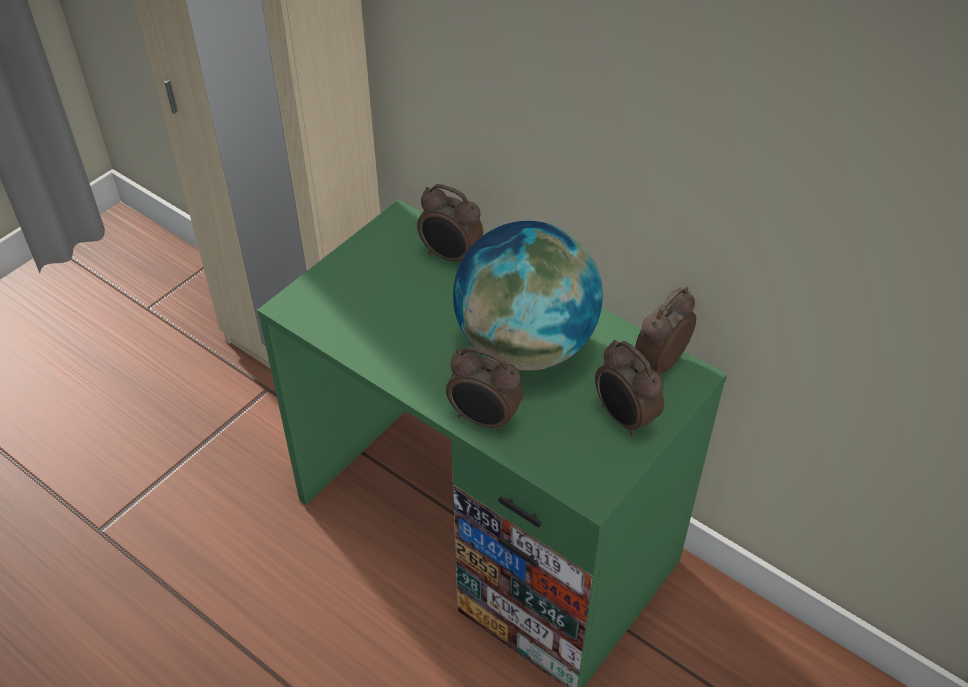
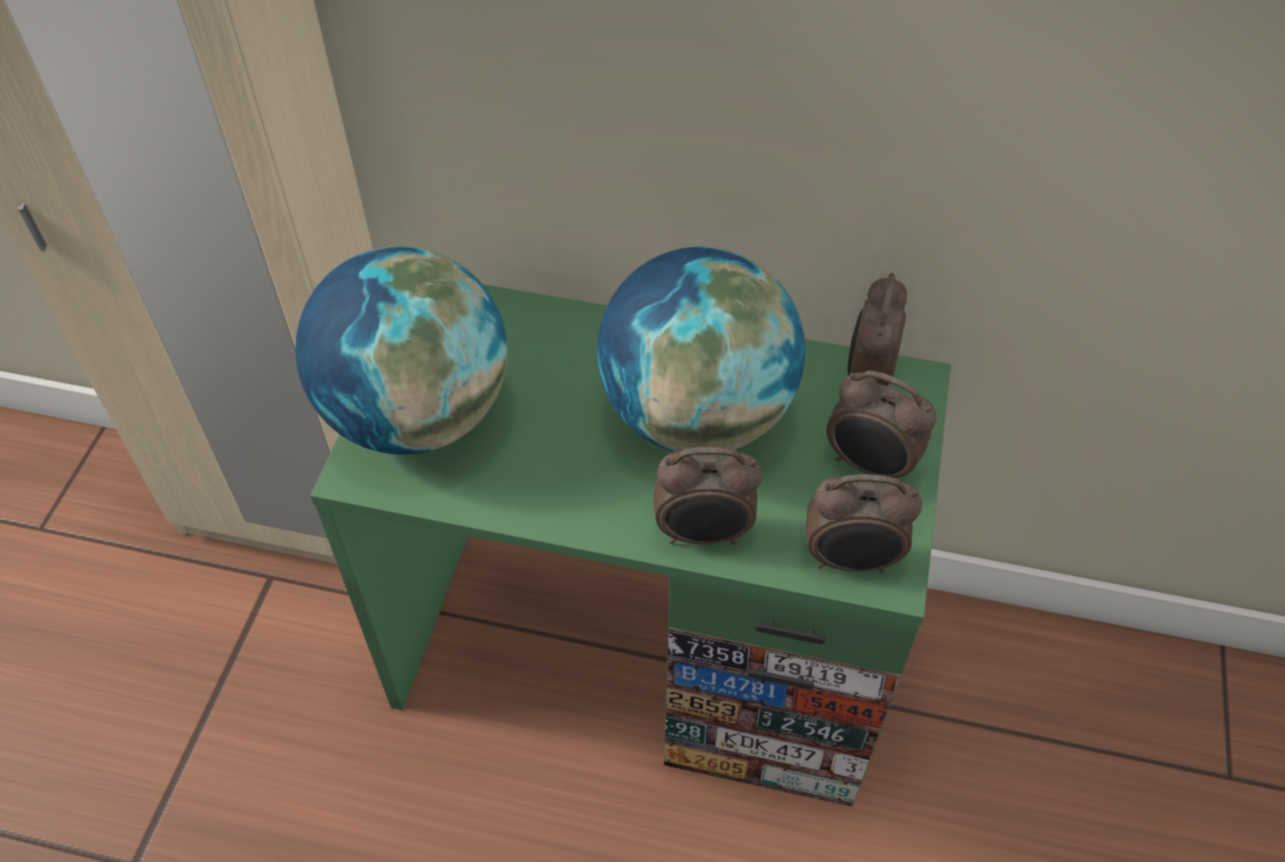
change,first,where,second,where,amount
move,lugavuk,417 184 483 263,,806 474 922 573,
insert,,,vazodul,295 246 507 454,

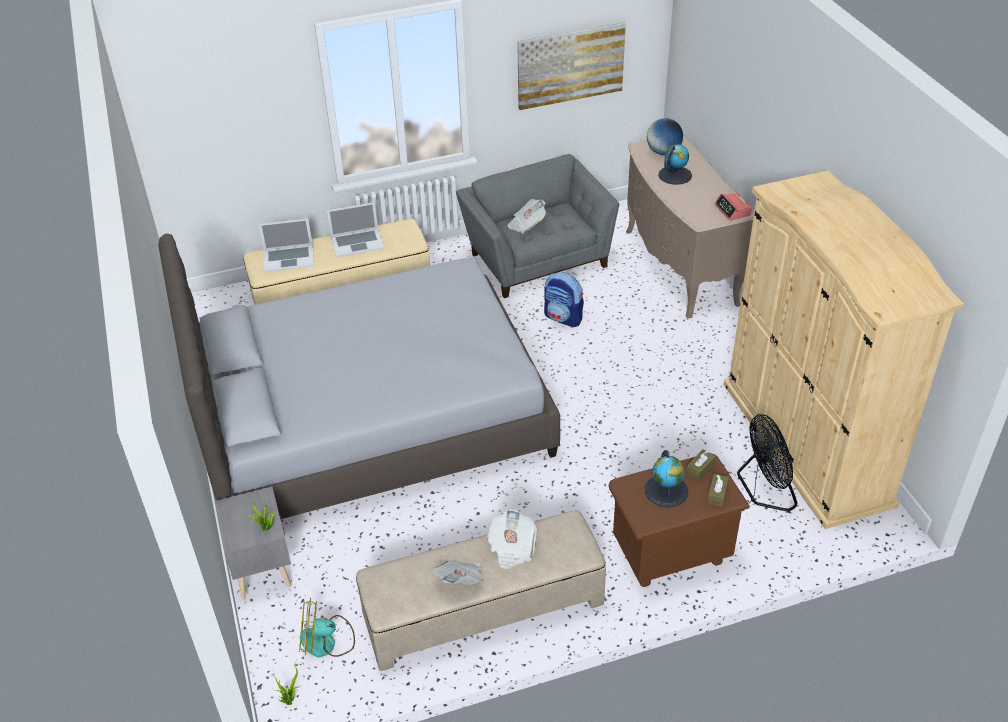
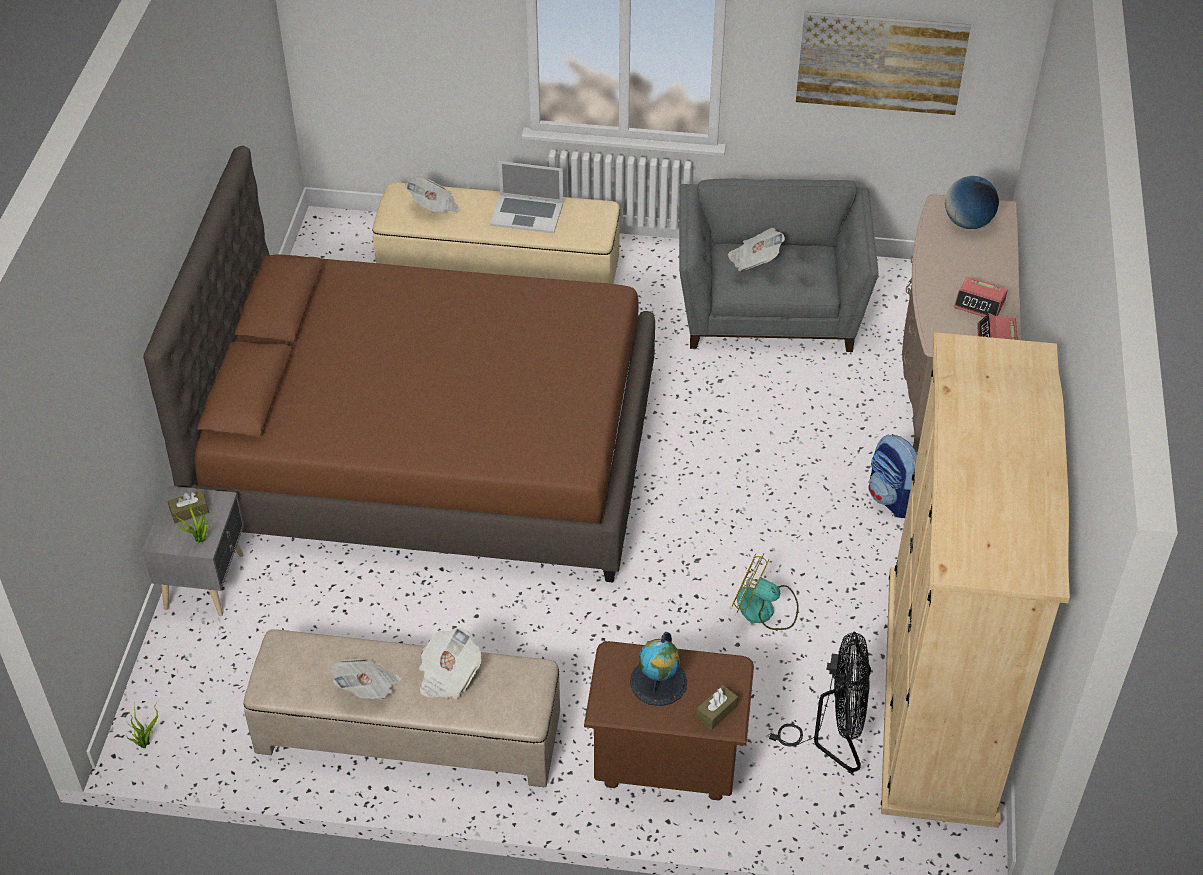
change,first,where,second,where,amount
recolor,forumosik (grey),158 234 560 519,forumosik (brown),143 146 655 583,
replace,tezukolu,259 219 314 272,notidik,405 177 460 214,
move,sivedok,299 598 355 658,,732 554 799 630,
move,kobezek,544 272 584 327,,868 435 917 518,
delete,vazodul,658 144 692 185,,,
move,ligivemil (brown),686 449 716 481,,168 490 209 523,
insert,,,lugavuk,954 277 1008 317,

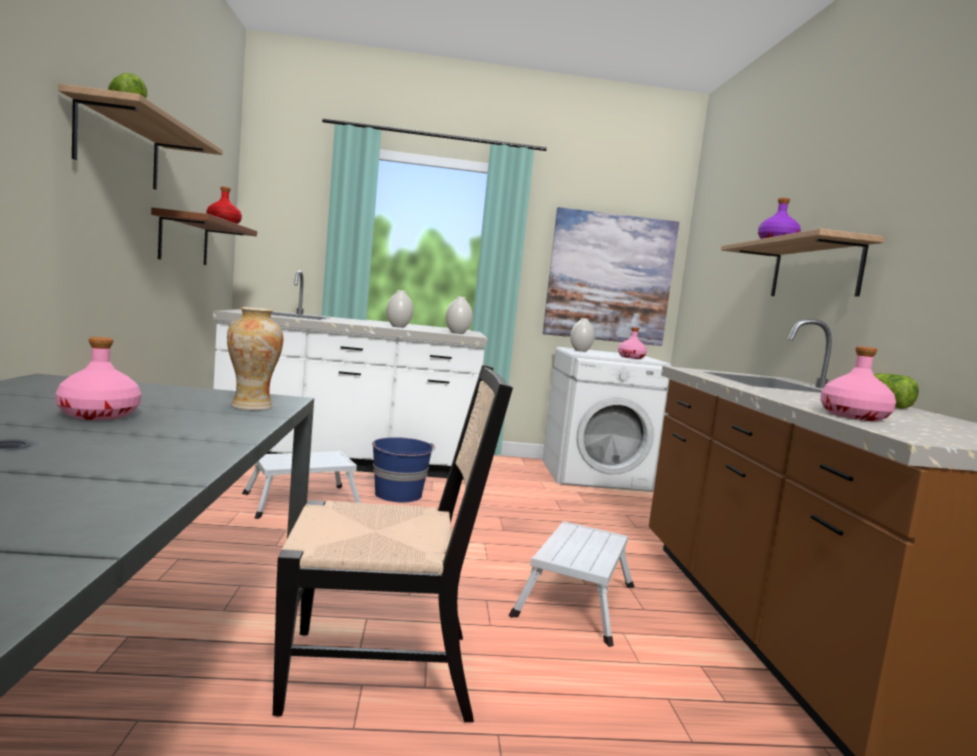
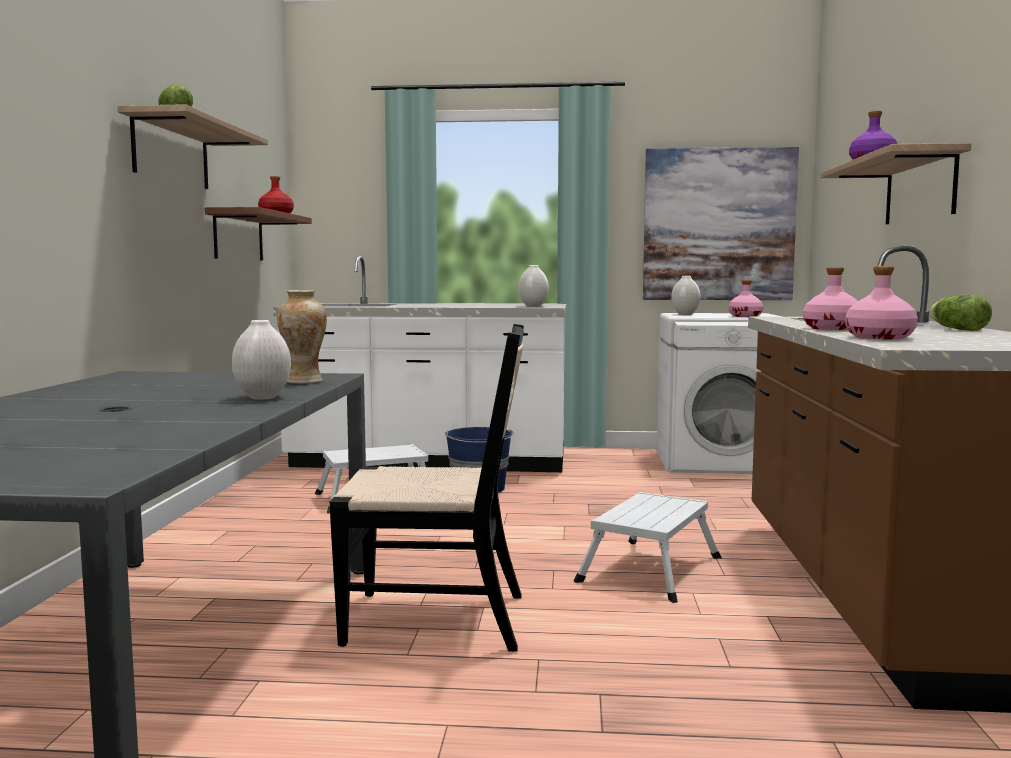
change,first,where,second,where,amount
move,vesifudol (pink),56 337 141 420,,803 267 858 330,
move,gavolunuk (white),386 290 413 328,,232 320 291 399,

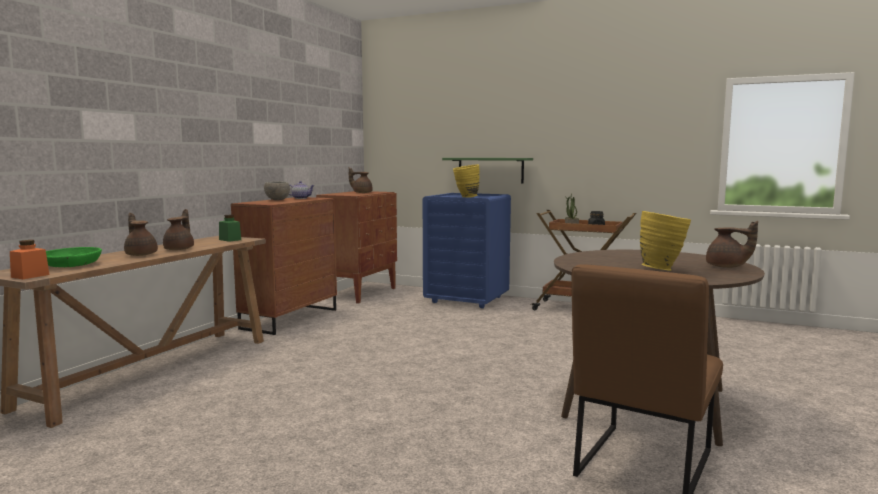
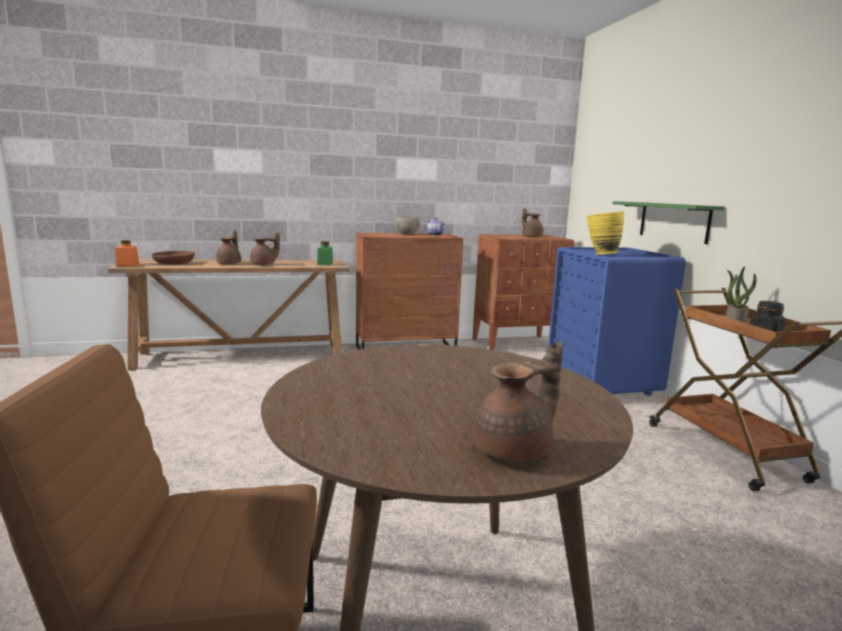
change,first,where,second,where,amount
recolor,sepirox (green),46 247 102 267,sepirox (brown),152 251 195 264,
delete,gavolunuk (yellow),640 211 691 271,,,
rotate,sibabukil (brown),706 221 758 268,,474 341 563 461,120 degrees counterclockwise

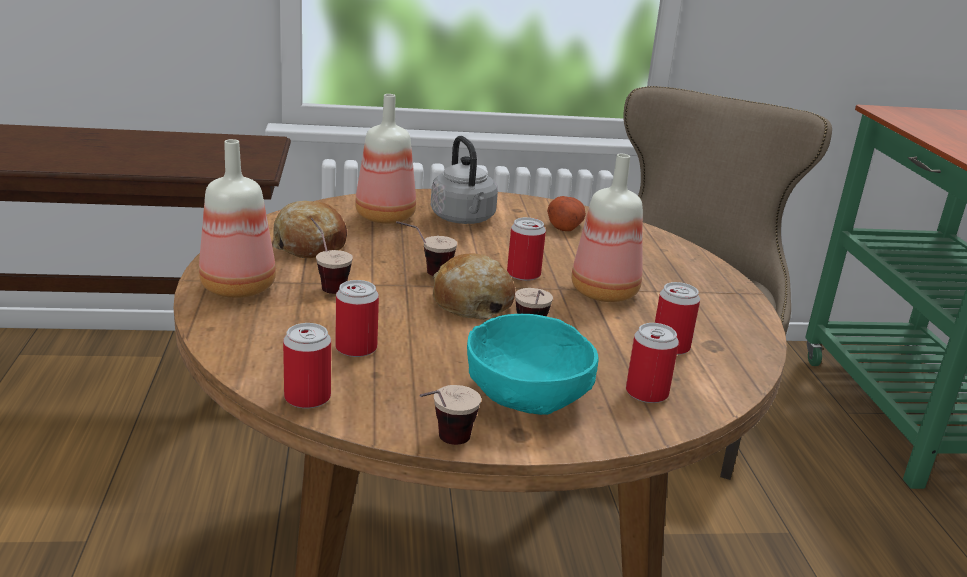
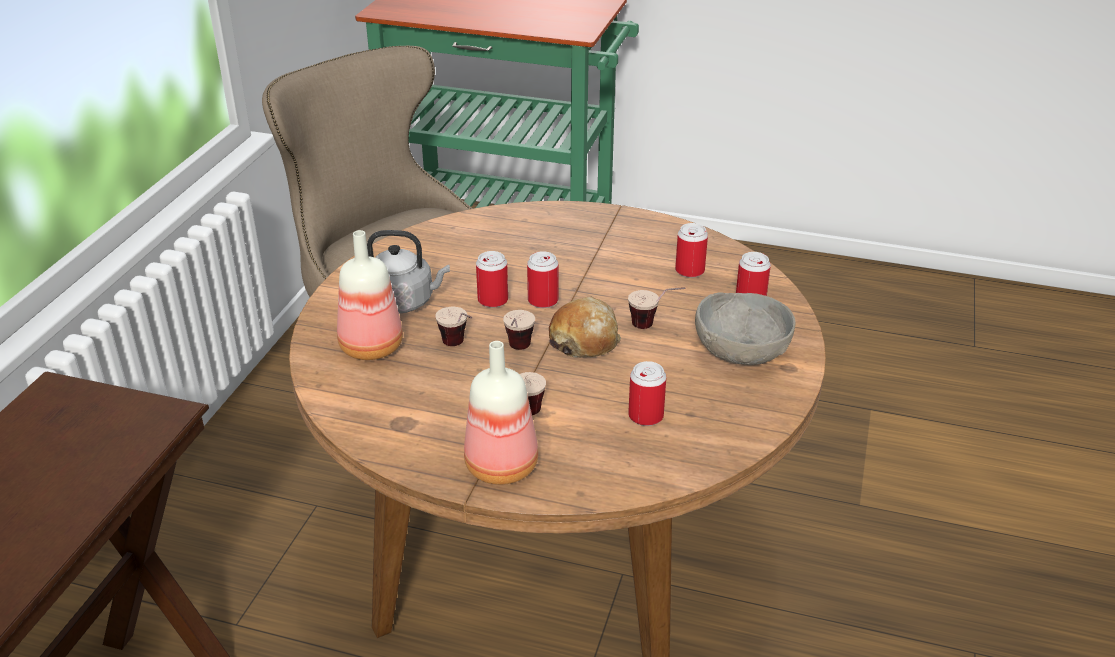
change,first,where,second,where,amount
delete,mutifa,273 201 347 258,,,
move,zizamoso,283 323 331 408,,476 251 508 308,
move,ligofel,420 385 481 445,,435 307 472 346,
recolor,sepirox (turquoise),467 314 599 415,sepirox (grey),695 292 795 365,
delete,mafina,547 196 586 231,,,
delete,vesifudol,571 154 643 302,,,

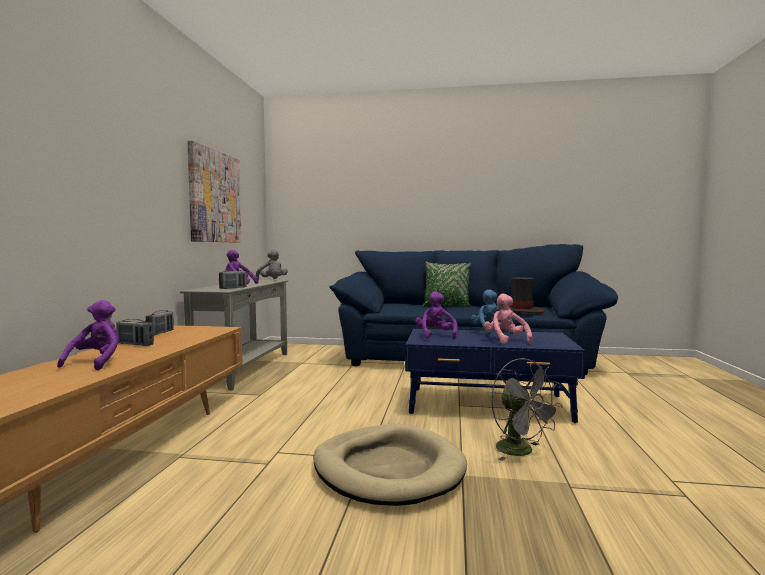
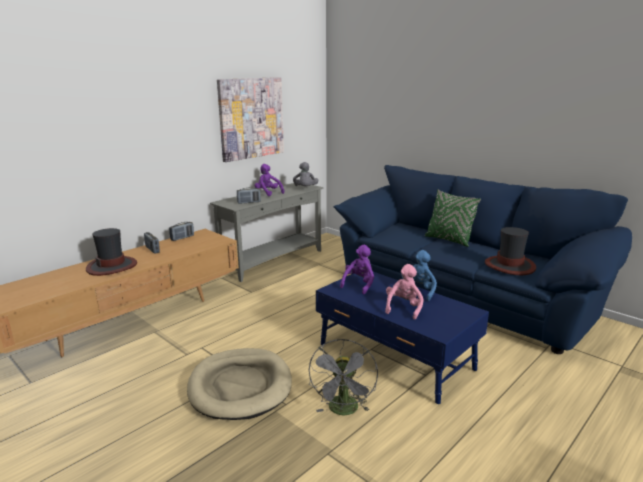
change,first,where,second,where,amount
replace,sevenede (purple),57 300 119 370,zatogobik,86 228 137 276,

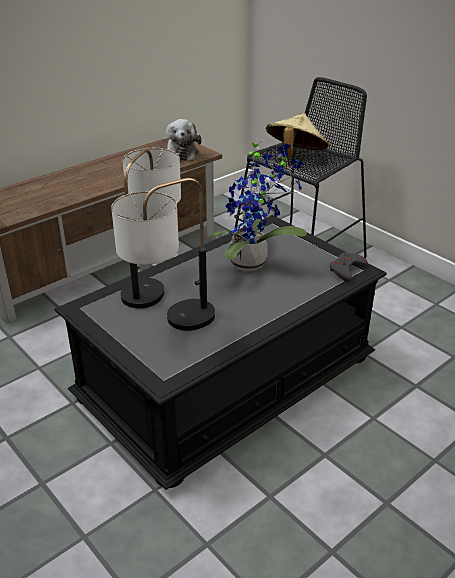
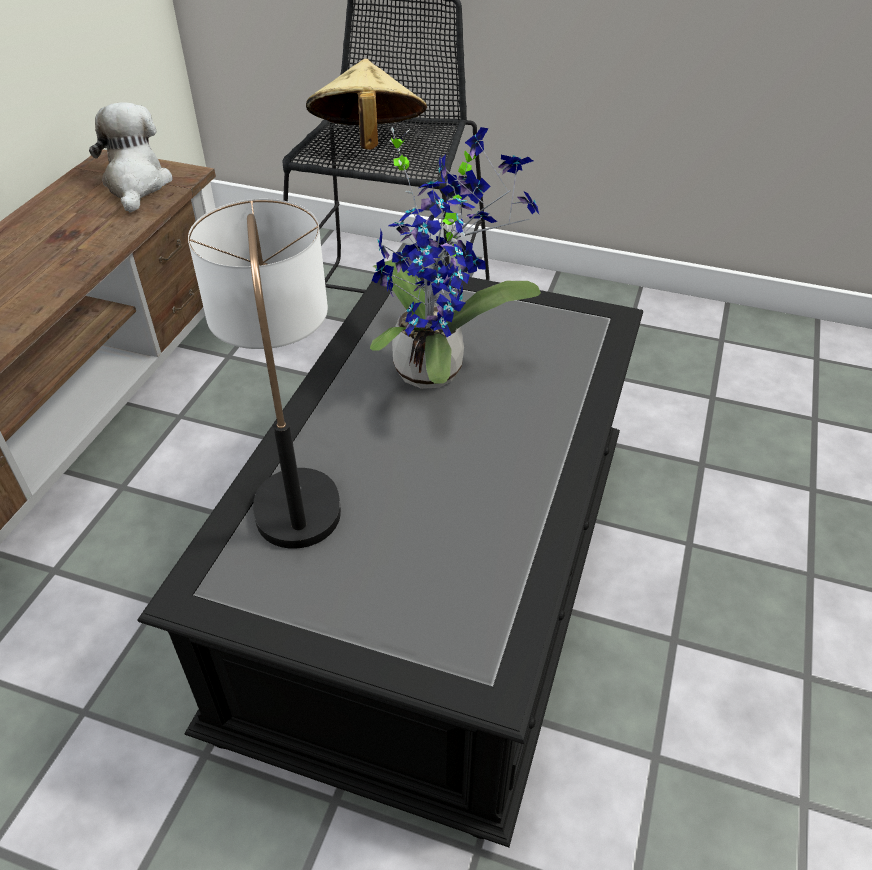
change,first,where,second,where,amount
delete,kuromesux,111 178 215 331,,,
rotate,sevenede,166 119 202 161,,89 102 173 213,150 degrees counterclockwise
delete,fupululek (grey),330 253 368 282,,,

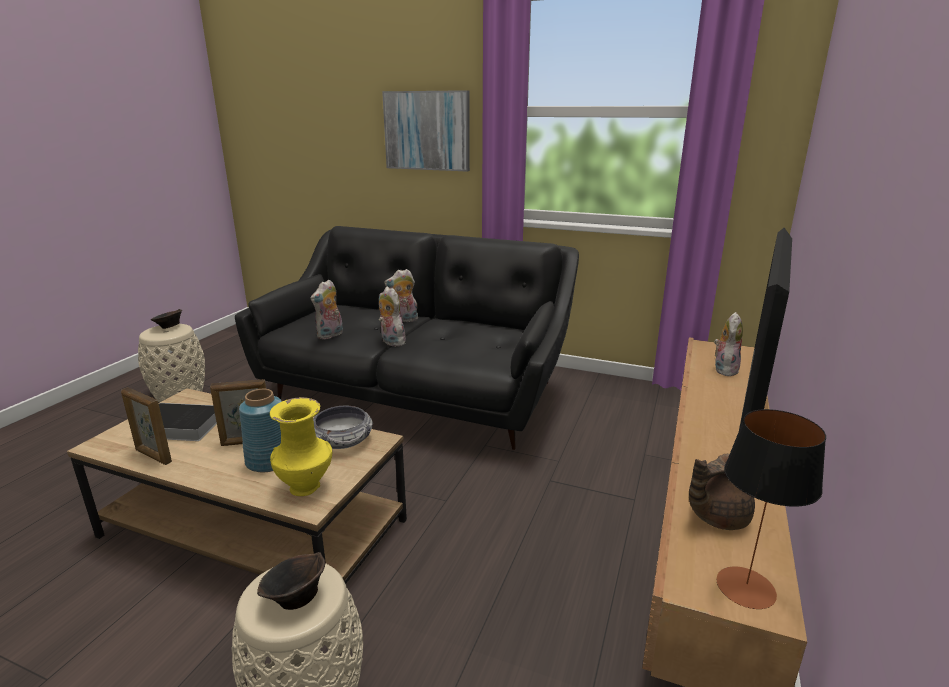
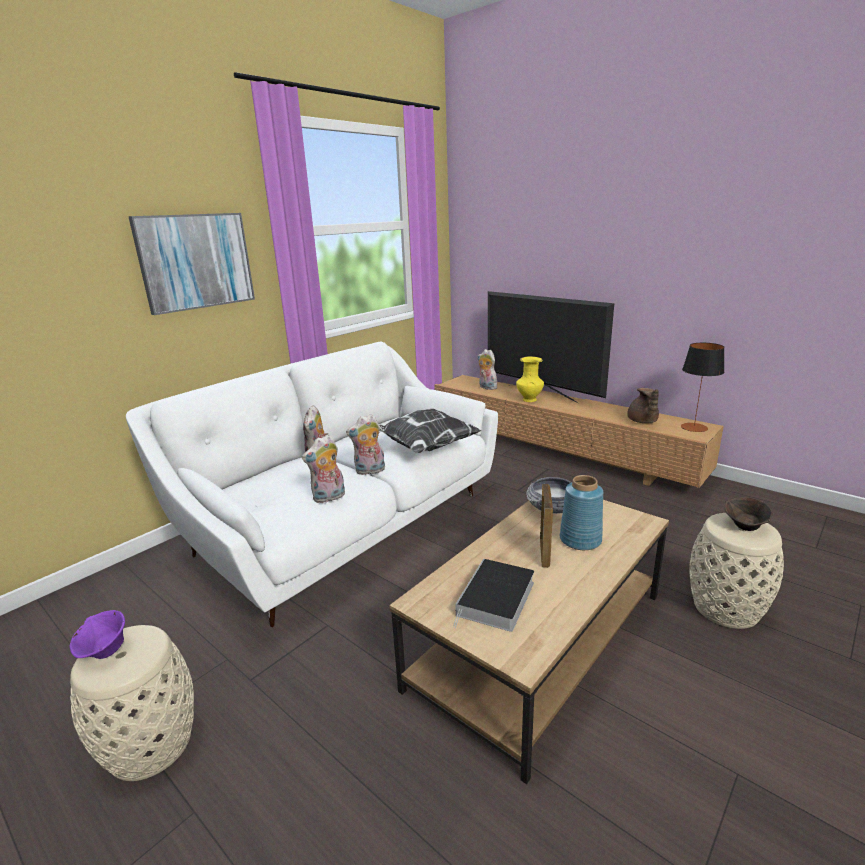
change,first,where,second,where,amount
delete,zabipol,121 387 172 465,,,
recolor,sepirox (brown),151 309 182 329,sepirox (purple),69 610 125 659,
recolor,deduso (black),235 226 579 450,deduso (white),126 342 498 627,
move,gavolunuk (yellow),270 397 332 496,,516 356 544 402,
rotate,sevenede,310 279 343 339,,302 435 345 503,90 degrees clockwise
insert,,,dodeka,379 409 482 453,

